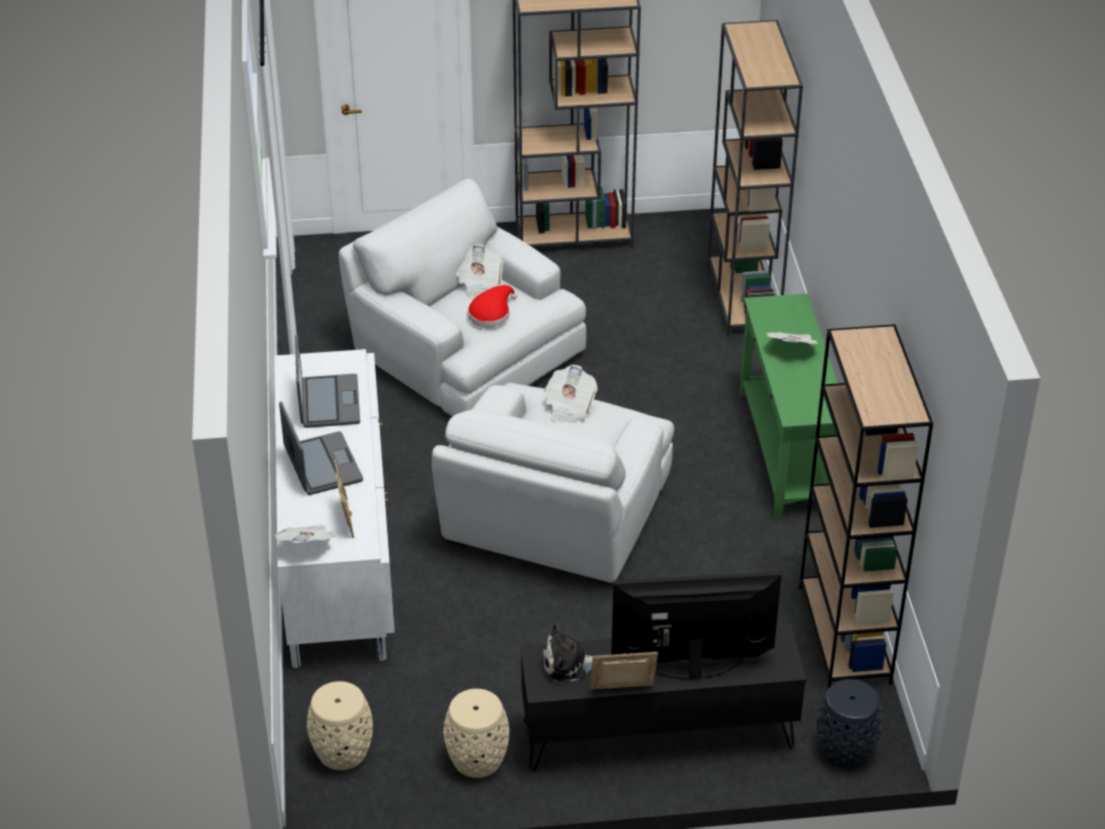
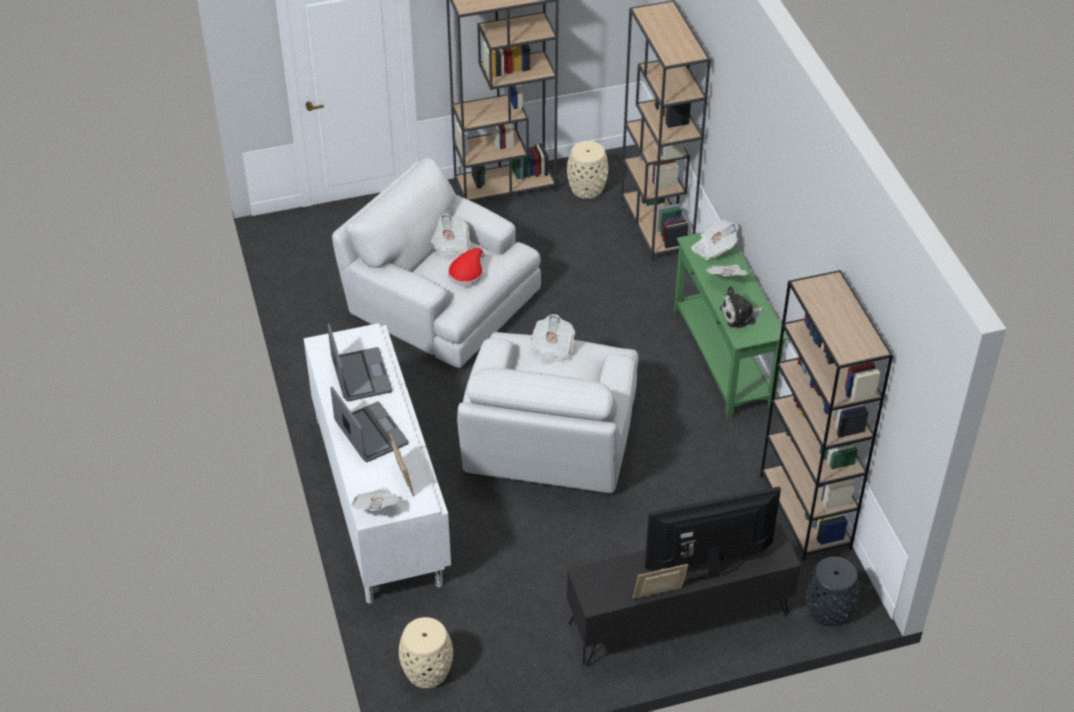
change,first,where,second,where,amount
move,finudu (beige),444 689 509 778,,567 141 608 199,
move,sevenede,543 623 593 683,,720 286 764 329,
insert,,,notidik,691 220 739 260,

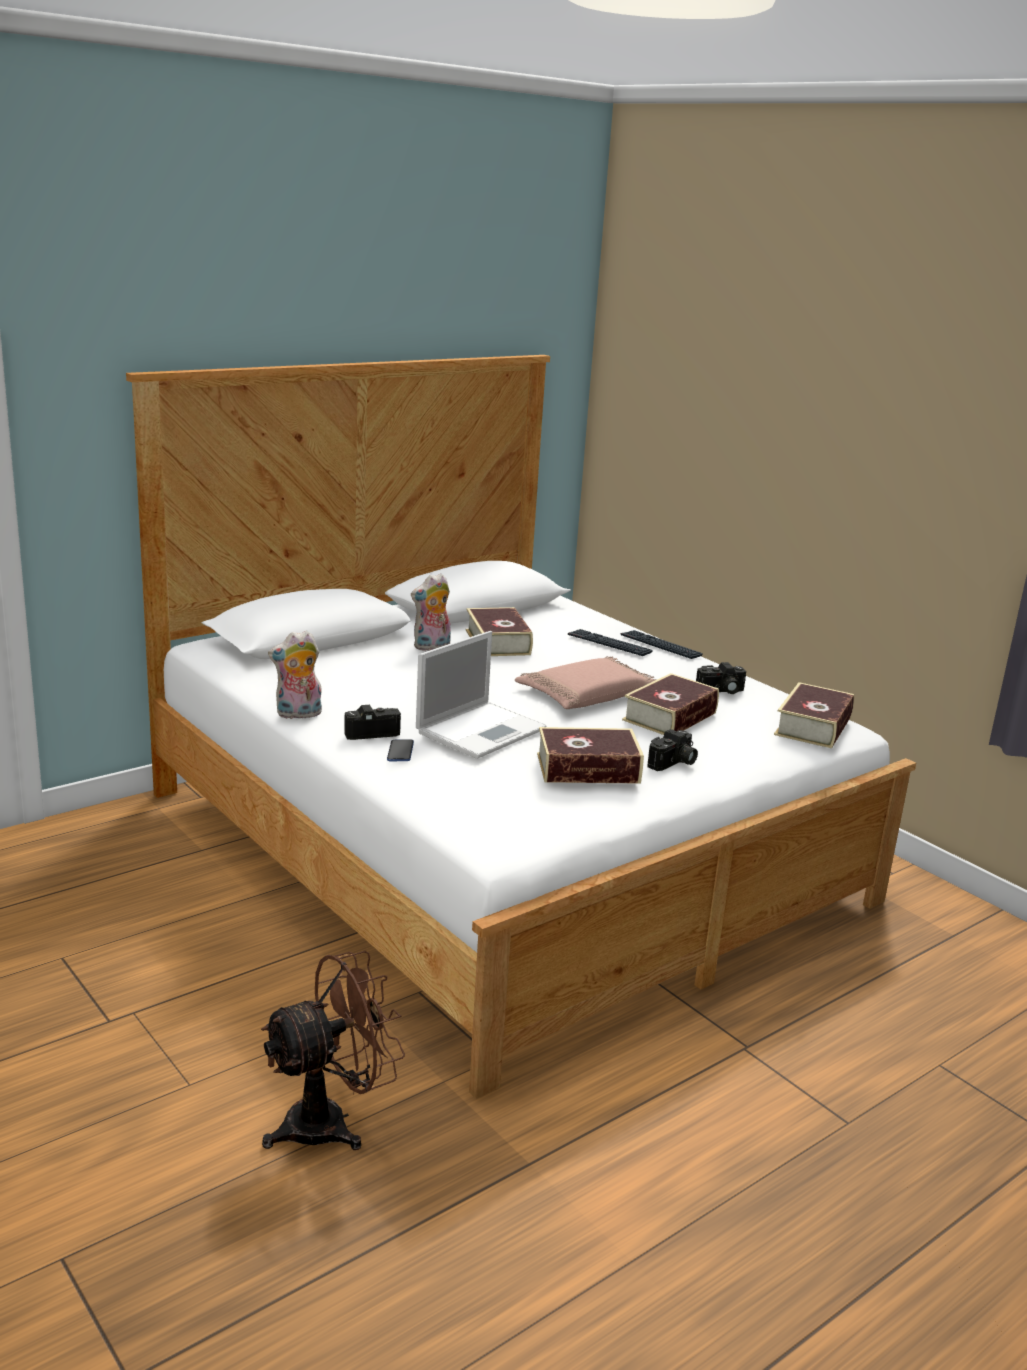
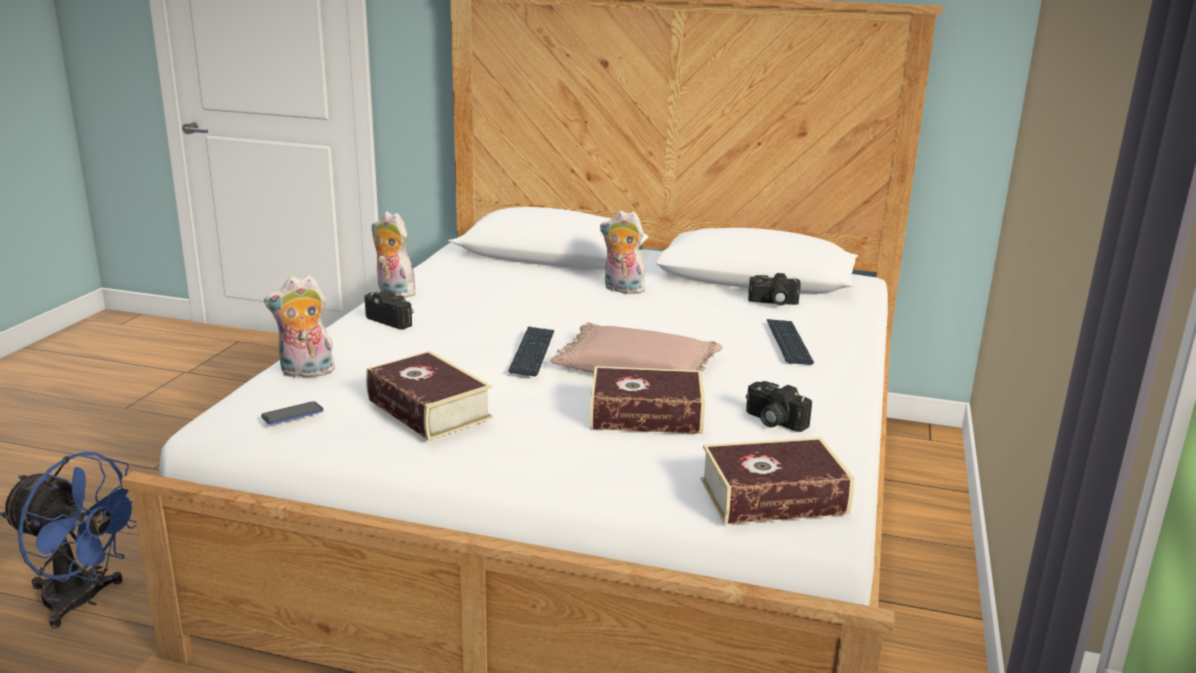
change,first,where,second,where,amount
recolor,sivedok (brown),261 951 405 1150,sivedok (blue),0 452 136 628,
move,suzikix,387 740 414 761,,261 401 323 424,
delete,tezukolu,416 631 547 759,,,
delete,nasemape,466 607 533 656,,,
move,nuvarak,621 630 703 659,,508 326 555 377,
move,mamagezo,647 729 698 771,,748 273 801 306,
insert,,,sevenede,264 275 335 379,

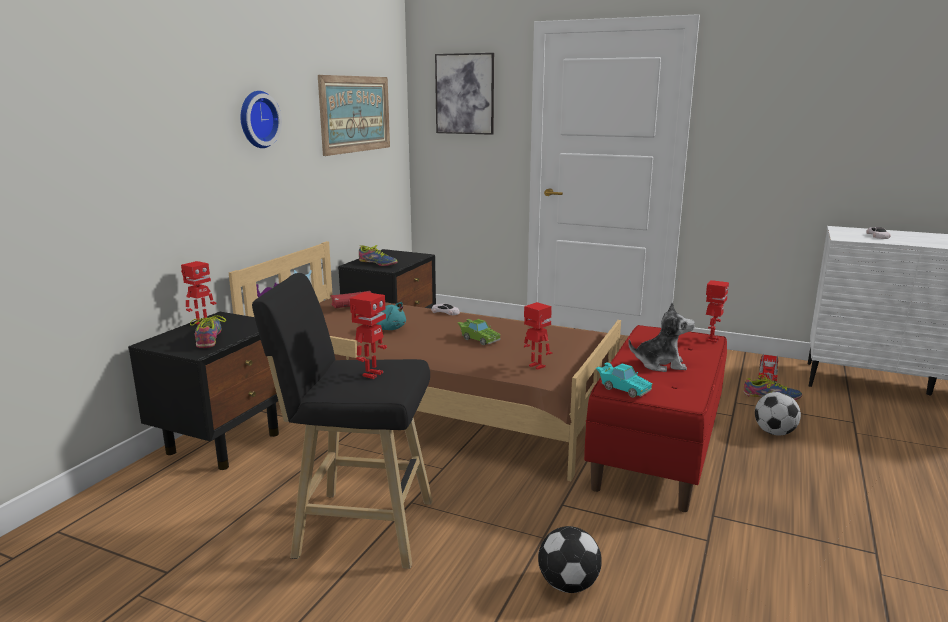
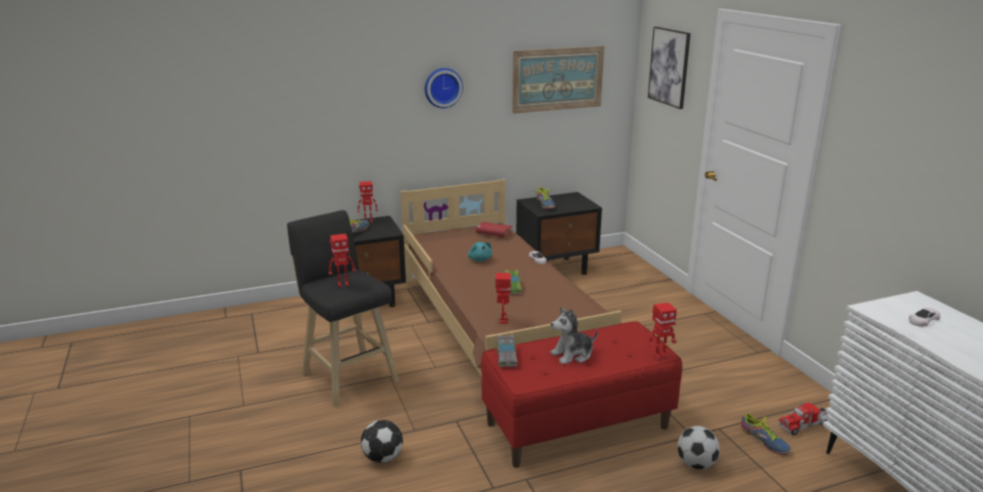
change,first,where,second,where,amount
recolor,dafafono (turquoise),596 363 653 398,dafafono (grey),497 335 518 367,
rotate,sevenede,628 302 695 372,,550 307 598 364,105 degrees clockwise

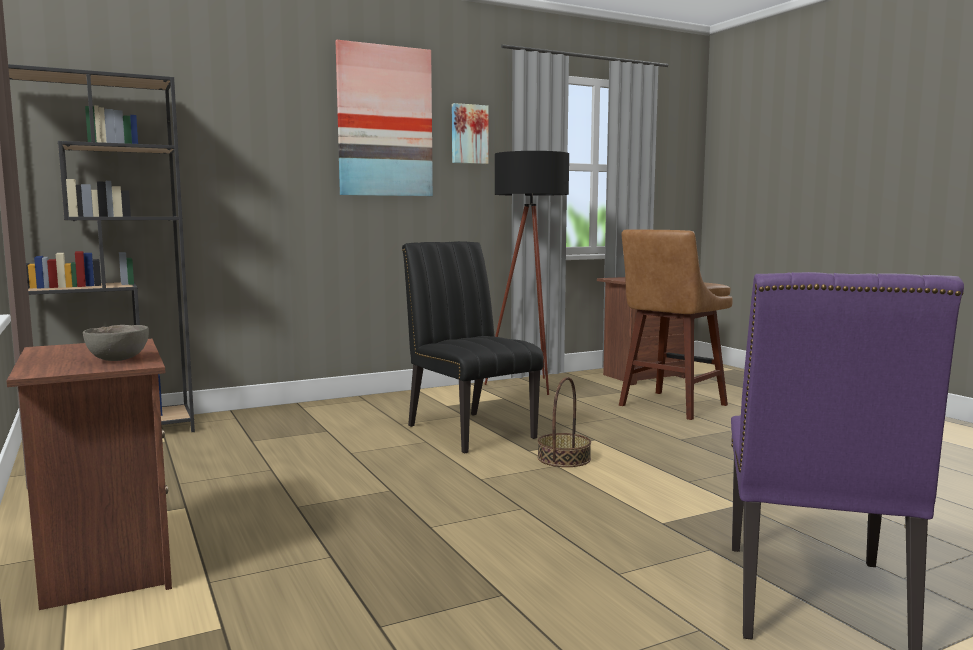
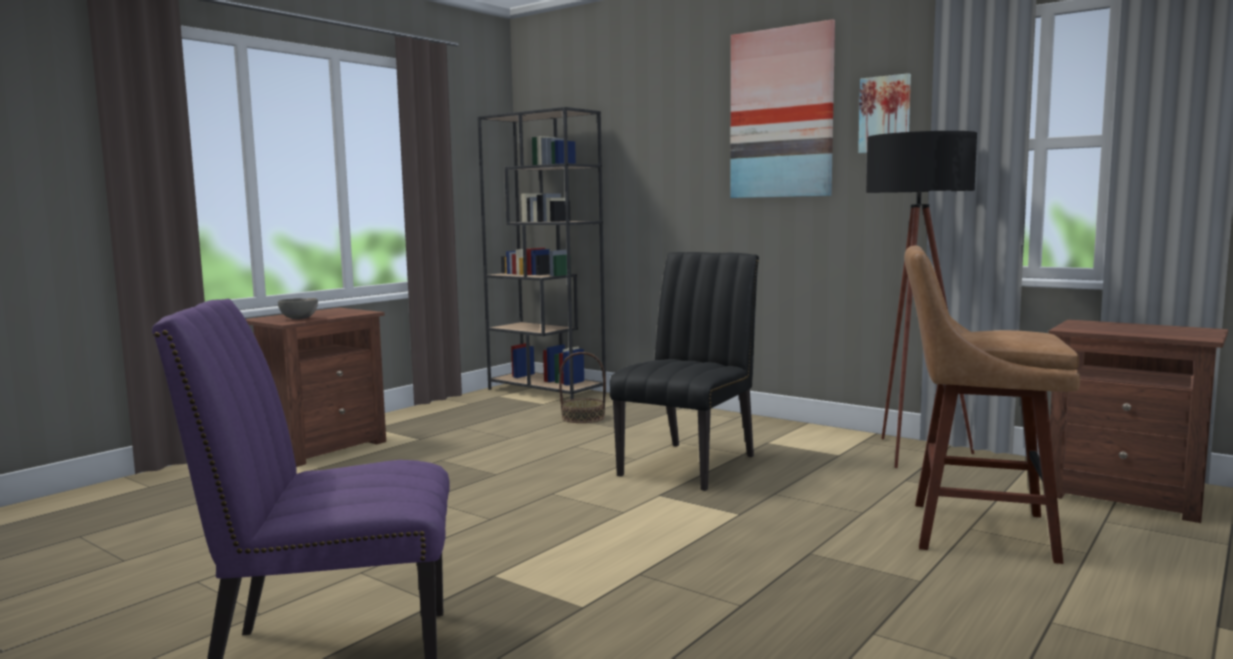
change,first,where,second,where,amount
move,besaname,538 377 591 467,,559 352 606 423,

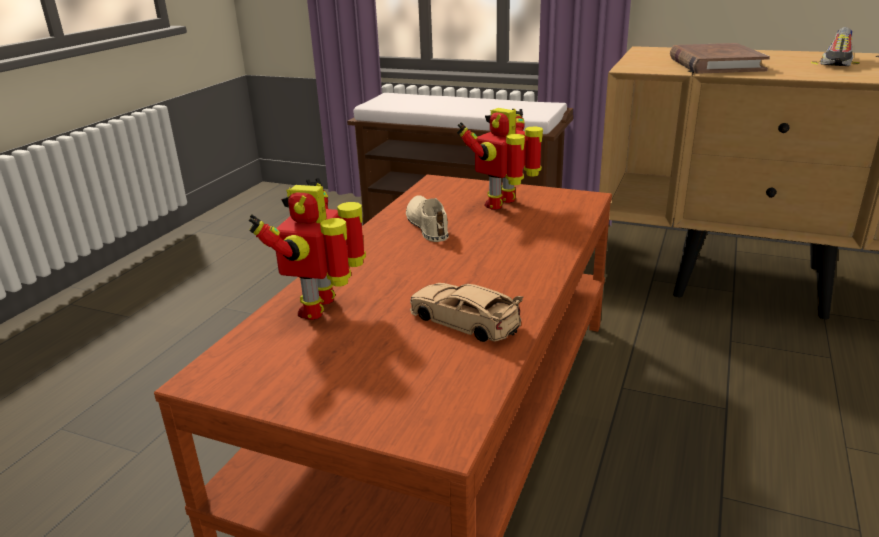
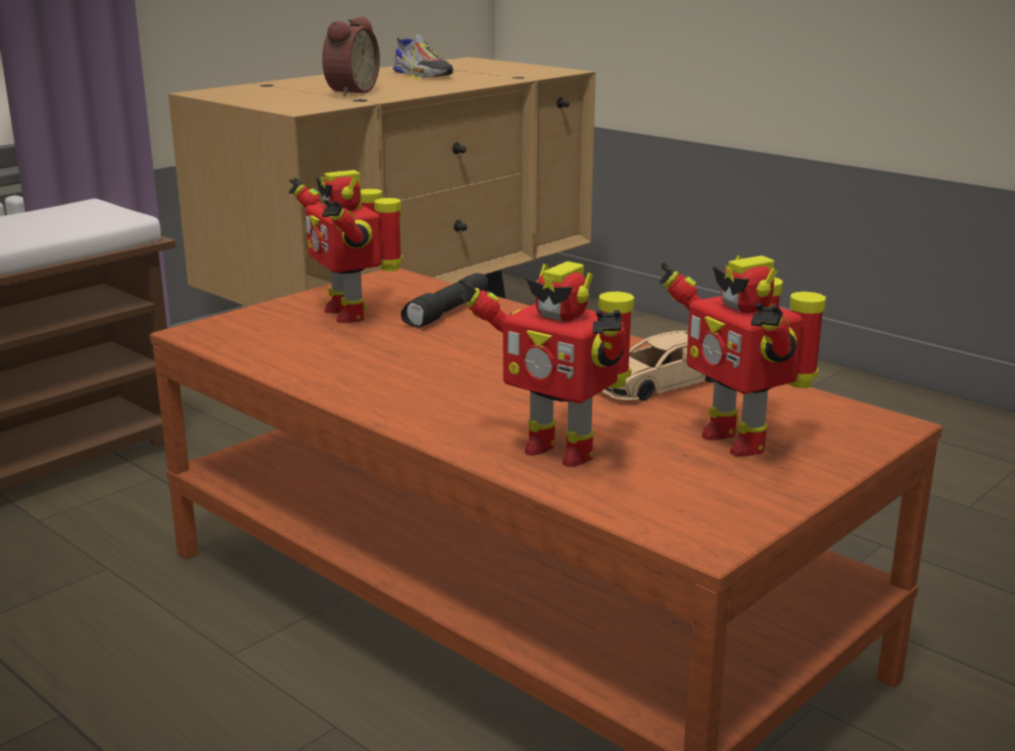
change,first,where,second,where,amount
delete,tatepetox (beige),406 195 449 242,,,
replace,nasemape (brown),670 43 770 74,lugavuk,322 17 380 96,
insert,,,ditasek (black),401 273 488 328,
insert,,,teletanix,659 255 826 456,

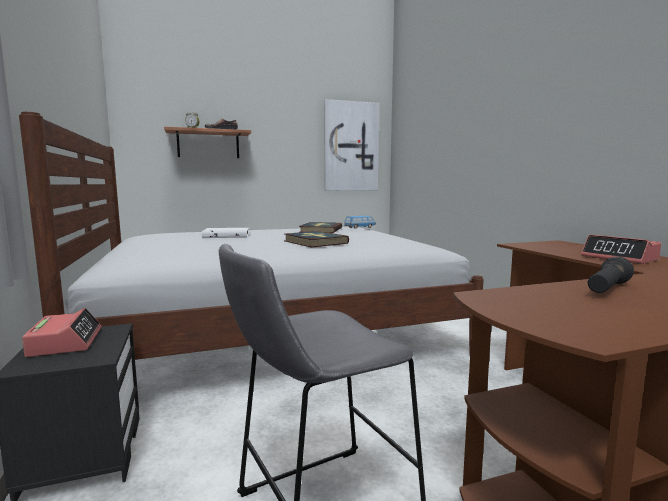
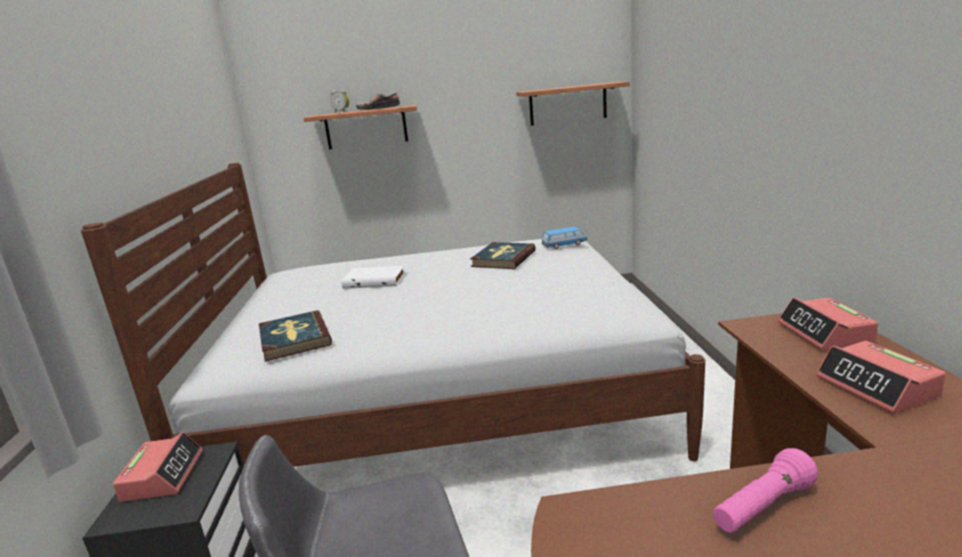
change,first,where,second,where,amount
move,nasemape,284 231 349 248,,259 310 332 361,
replace,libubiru,324 99 380 191,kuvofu,516 82 630 126,
recolor,ditasek (black),588 257 634 293,ditasek (pink),713 448 818 533,
insert,,,lugavuk,778 298 878 351,

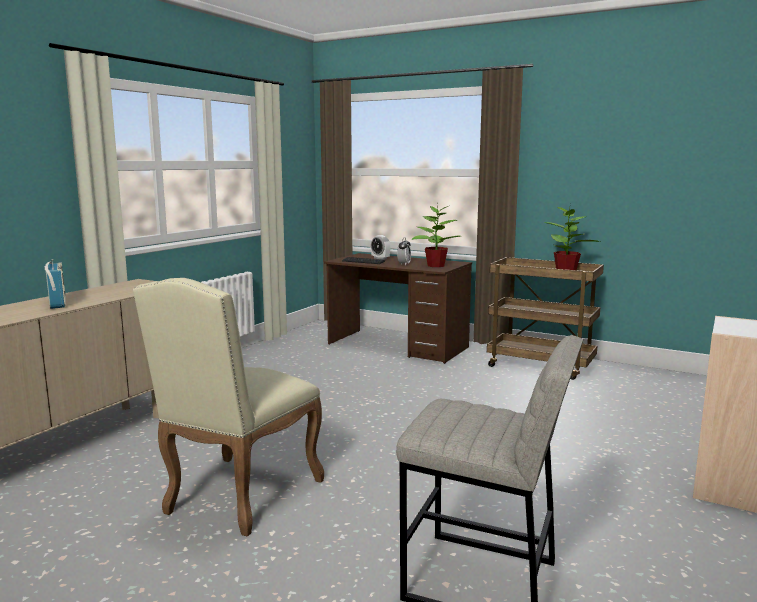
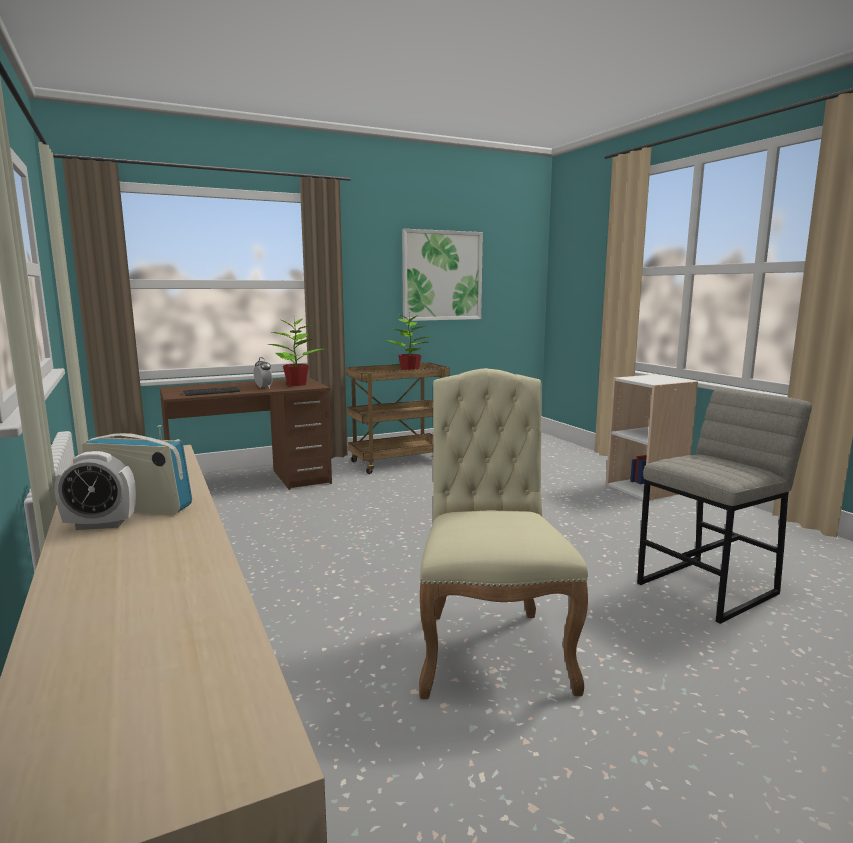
change,first,where,second,where,amount
rotate,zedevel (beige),133 278 324 536,,419 368 588 699,150 degrees counterclockwise
move,lugavuk,371 235 390 260,,55 451 136 530,
insert,,,libubiru,402 229 483 321,

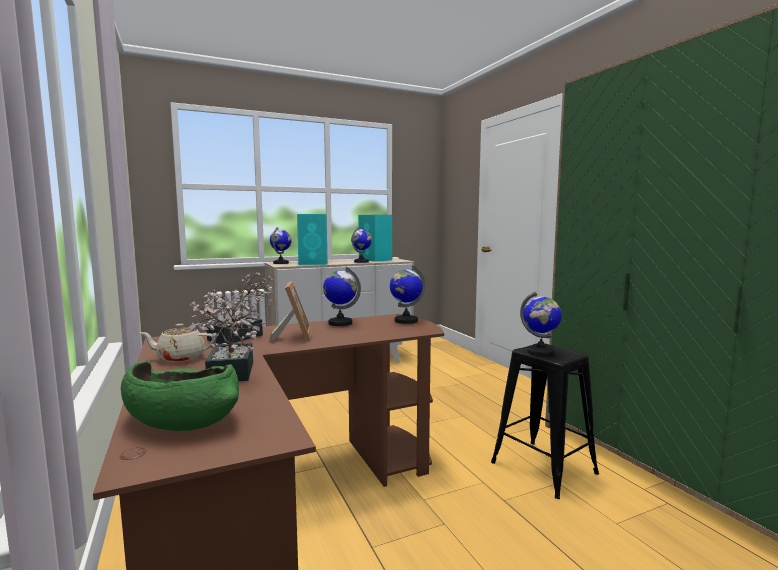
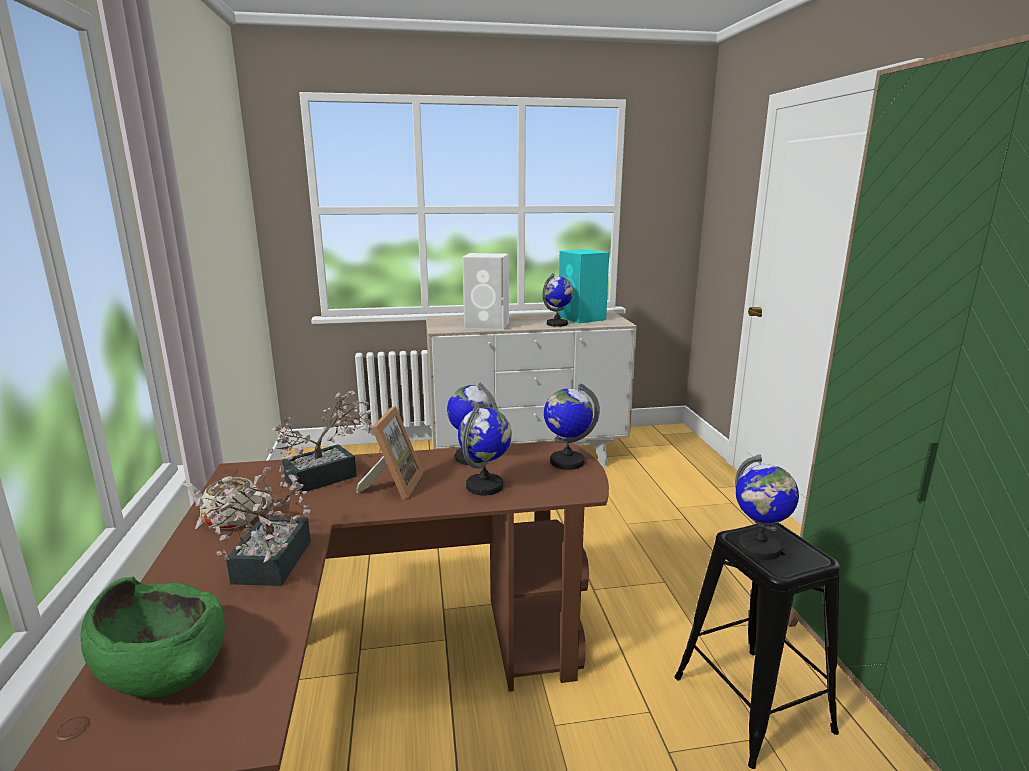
change,first,where,second,where,amount
move,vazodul,270 227 292 264,,458 406 512 496,
recolor,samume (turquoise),297 214 328 265,samume (white),462 253 509 330,

